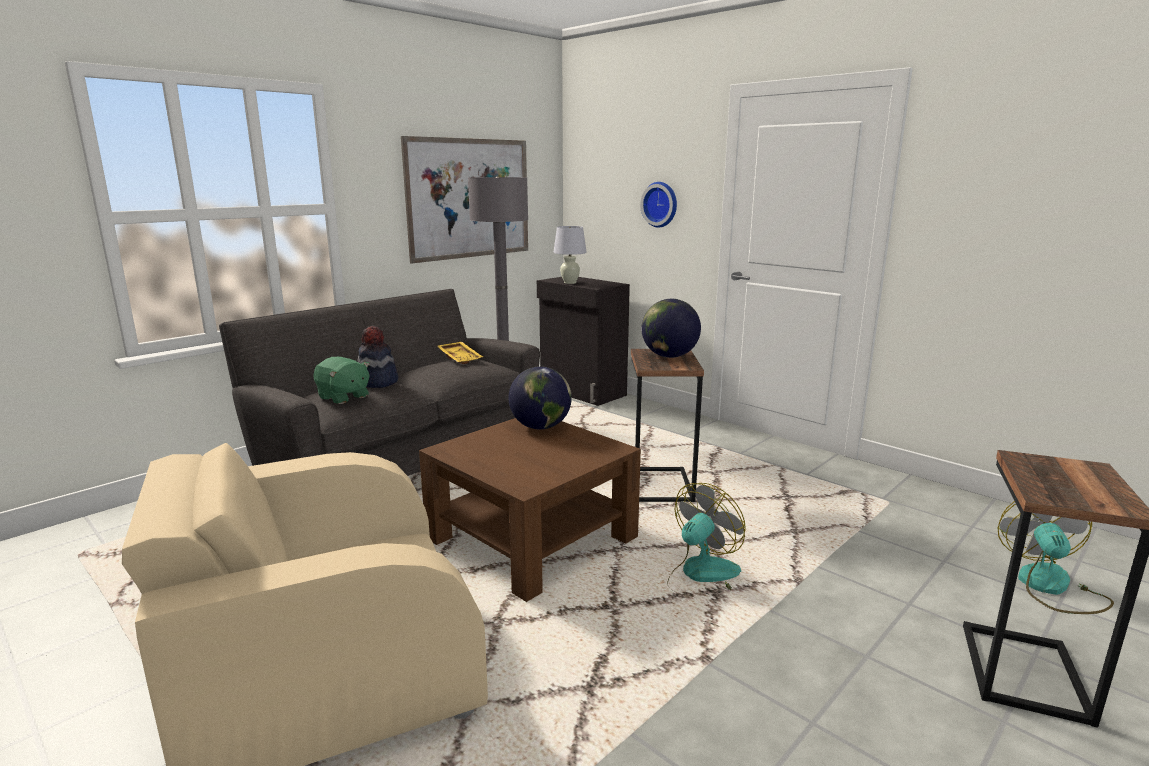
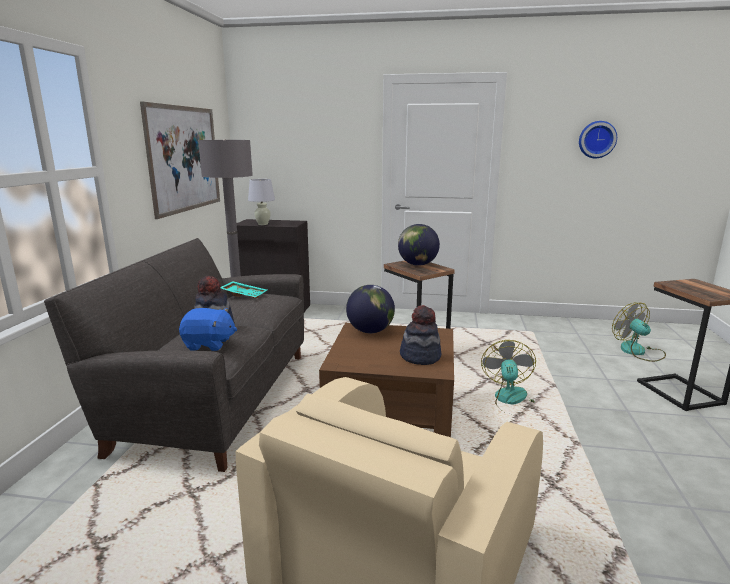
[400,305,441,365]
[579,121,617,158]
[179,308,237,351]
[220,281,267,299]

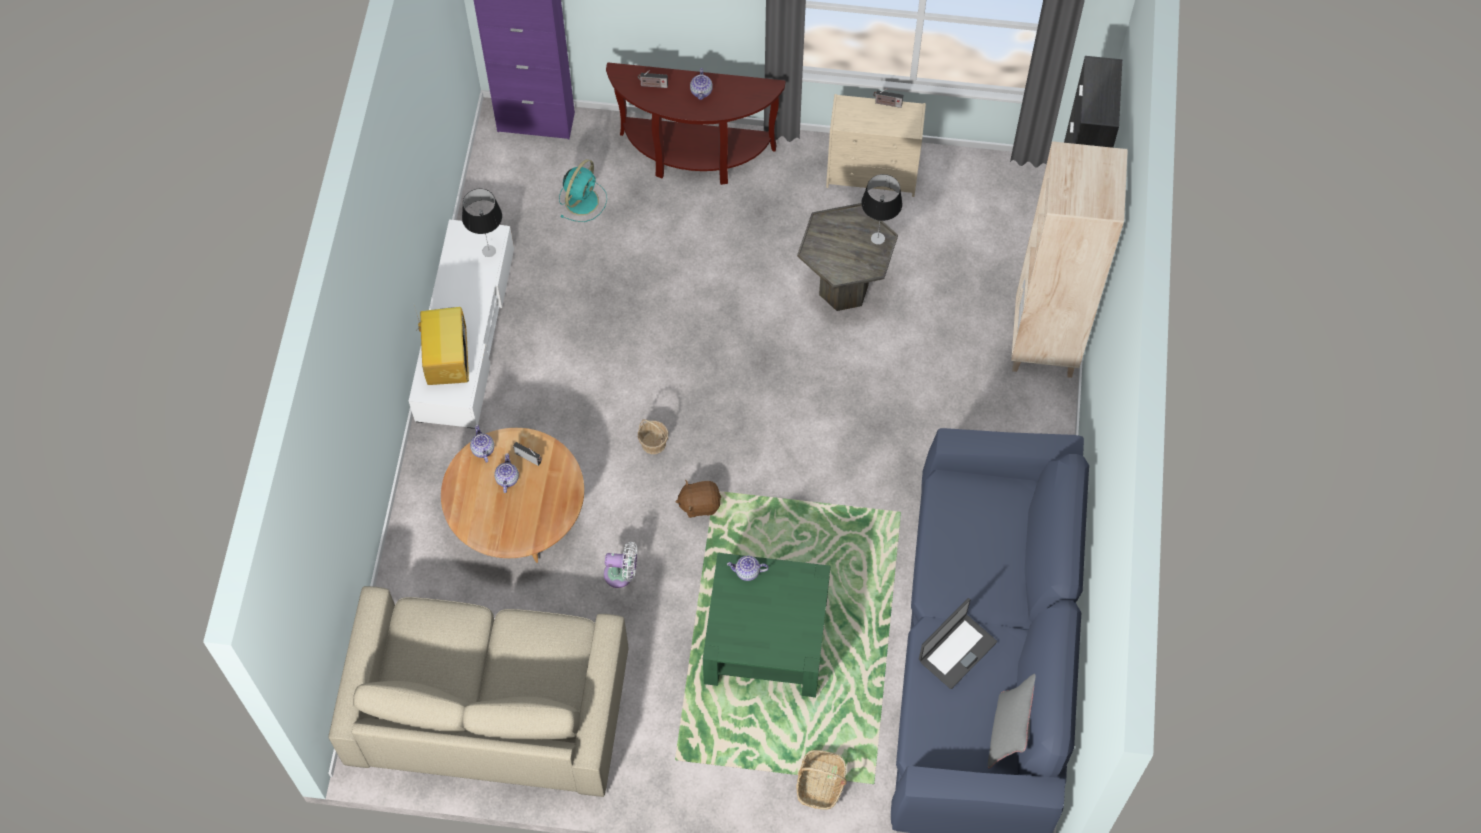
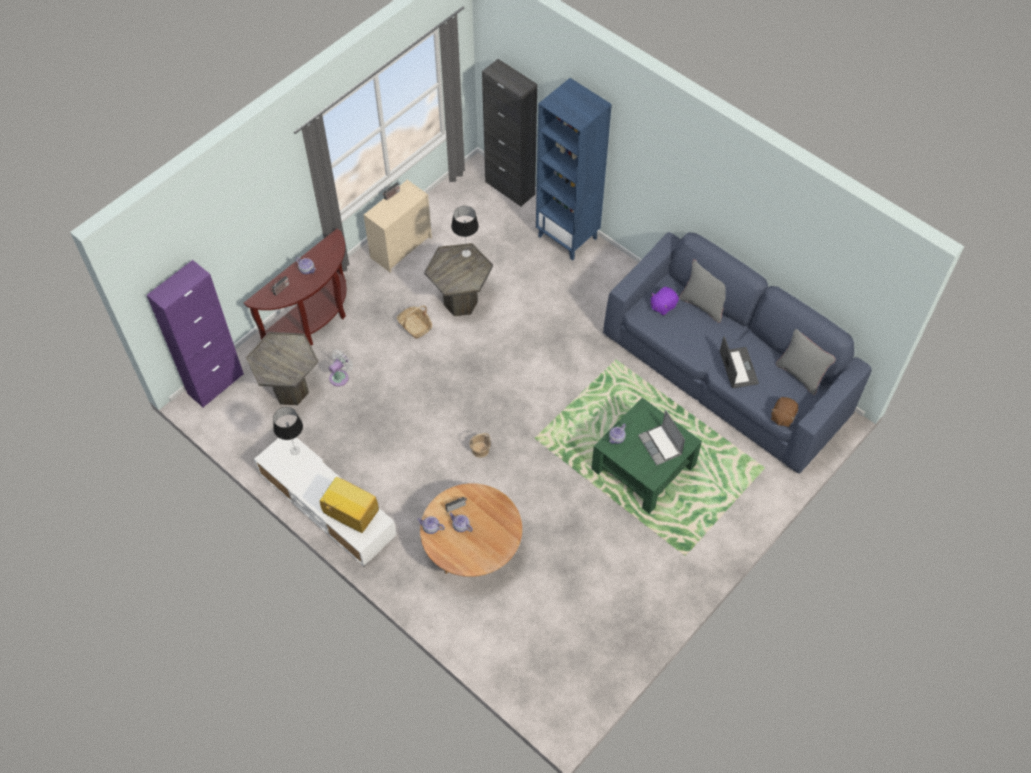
[328,586,628,797] (first image)
[638,410,685,465]
[651,287,679,316]
[679,259,726,323]
[329,350,353,387]
[771,397,798,427]
[397,306,432,339]
[246,332,318,405]
[536,78,612,261]

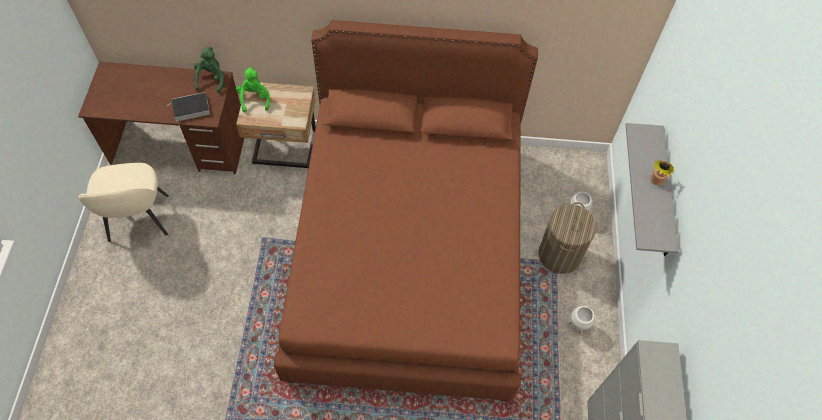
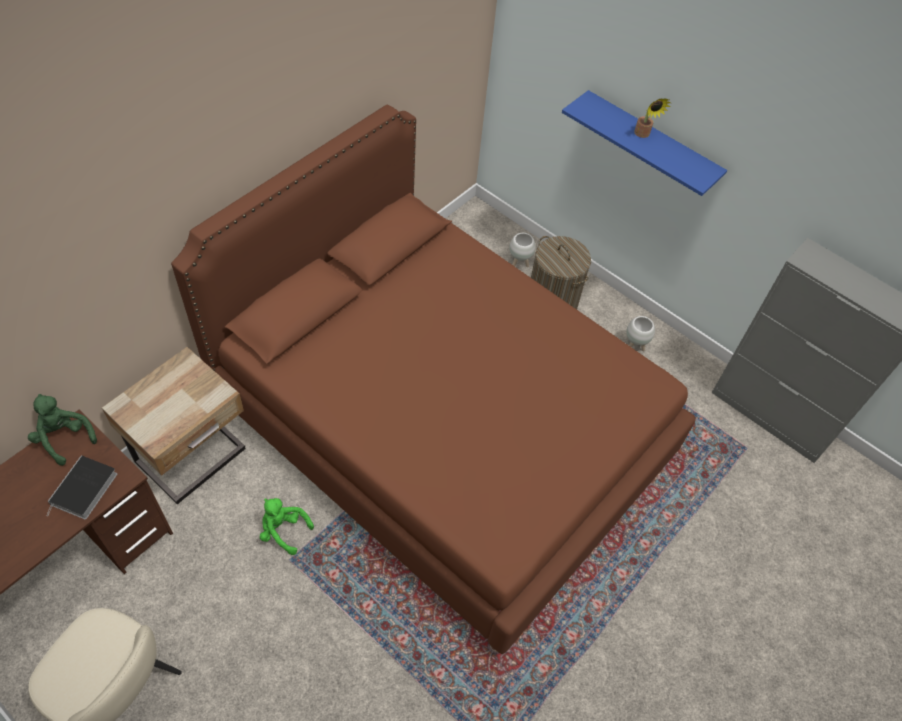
[260,498,314,555]
[562,90,727,196]

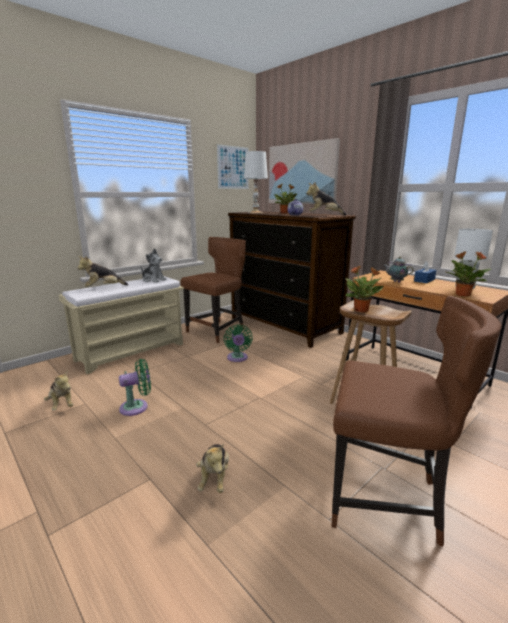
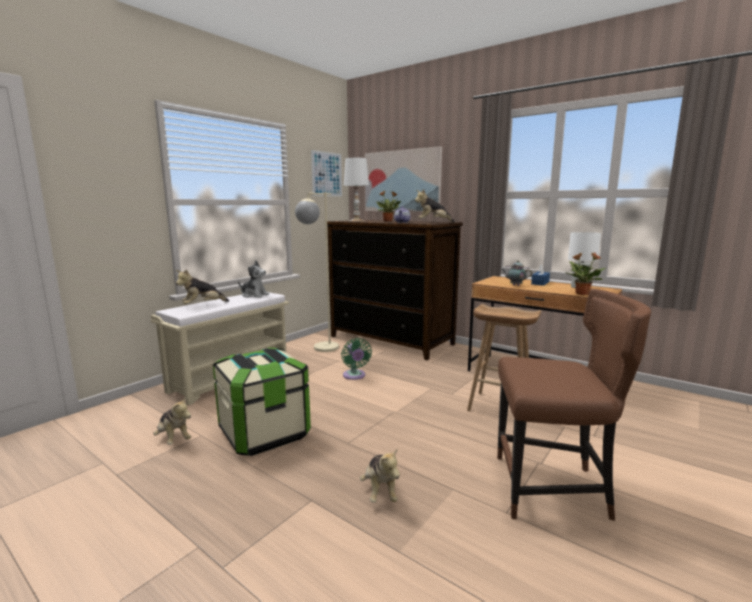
[345,266,384,313] (first image)
[213,347,311,456]
[295,192,339,352]

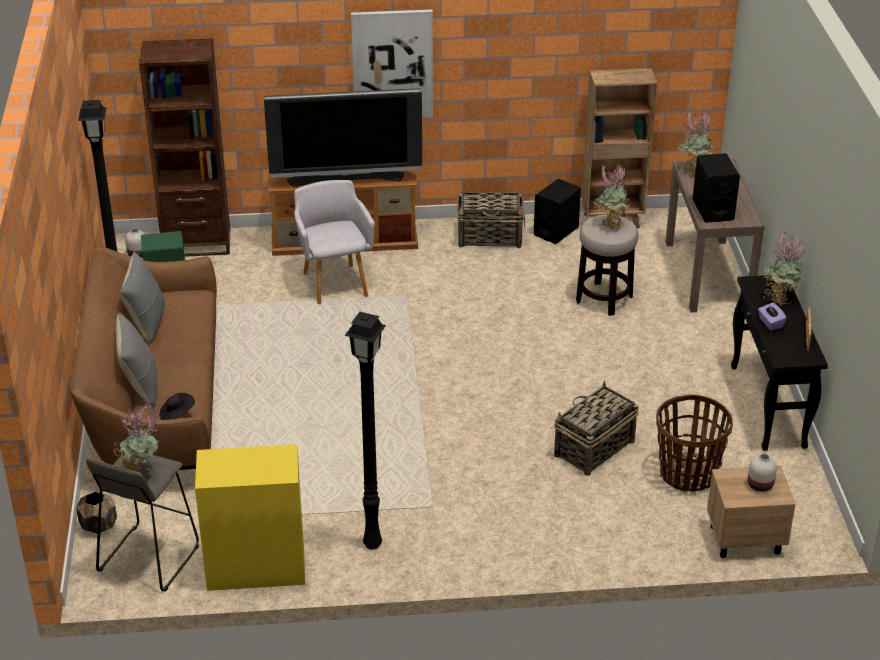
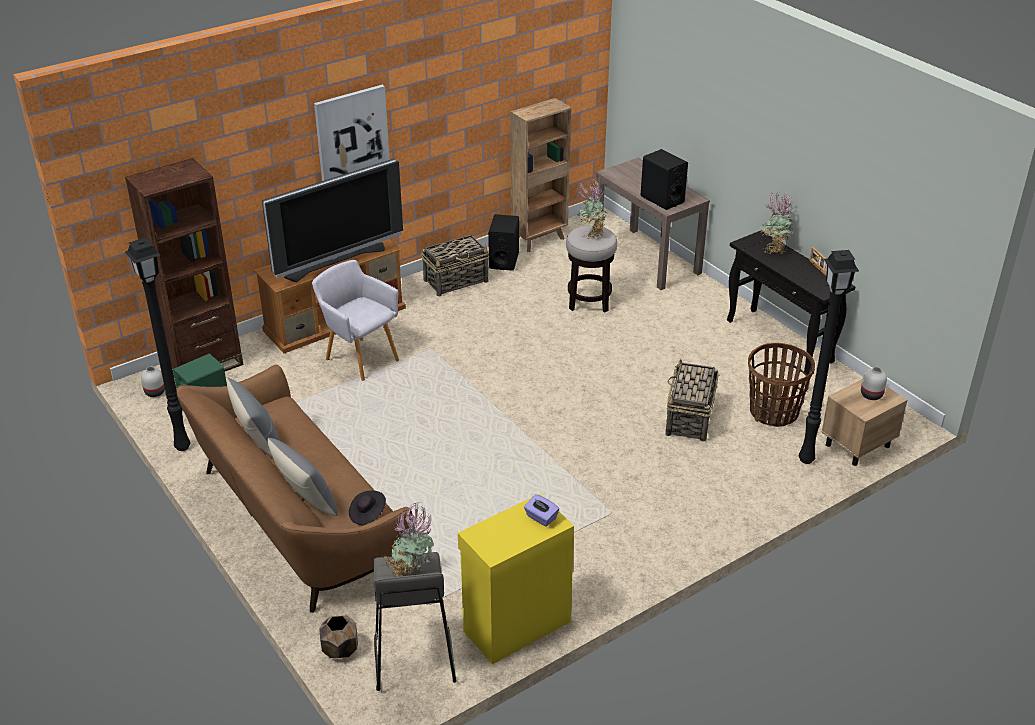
[678,110,713,175] (first image)
[799,250,859,464]
[524,494,559,527]

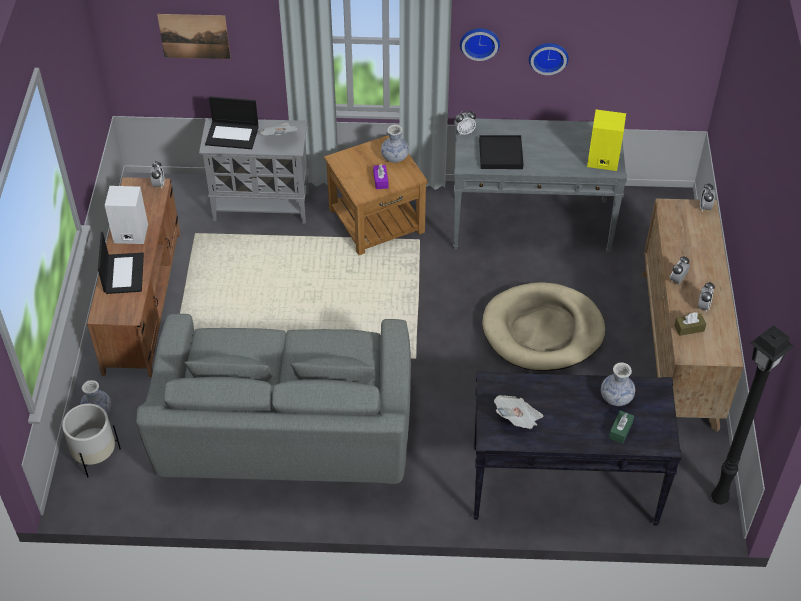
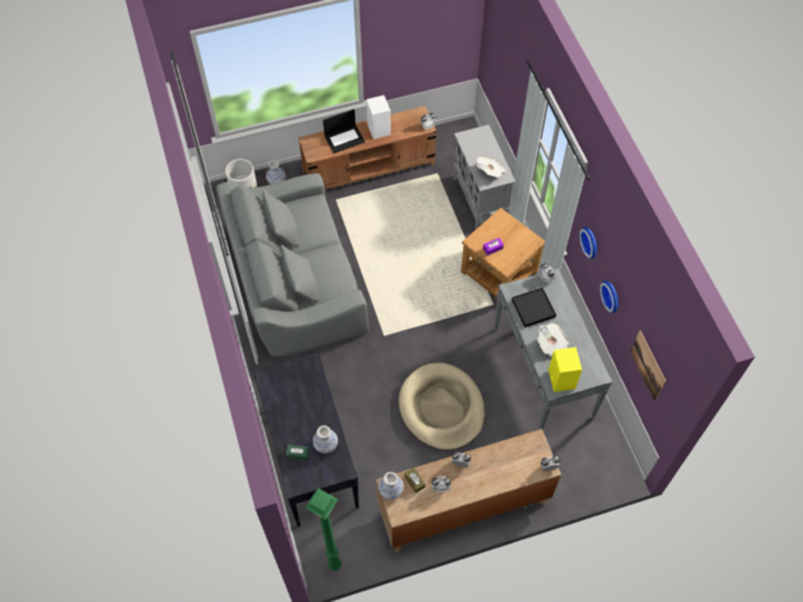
[205,96,259,149] (first image)
[630,330,666,402]
[378,472,404,500]
[537,323,569,357]
[305,488,341,570]

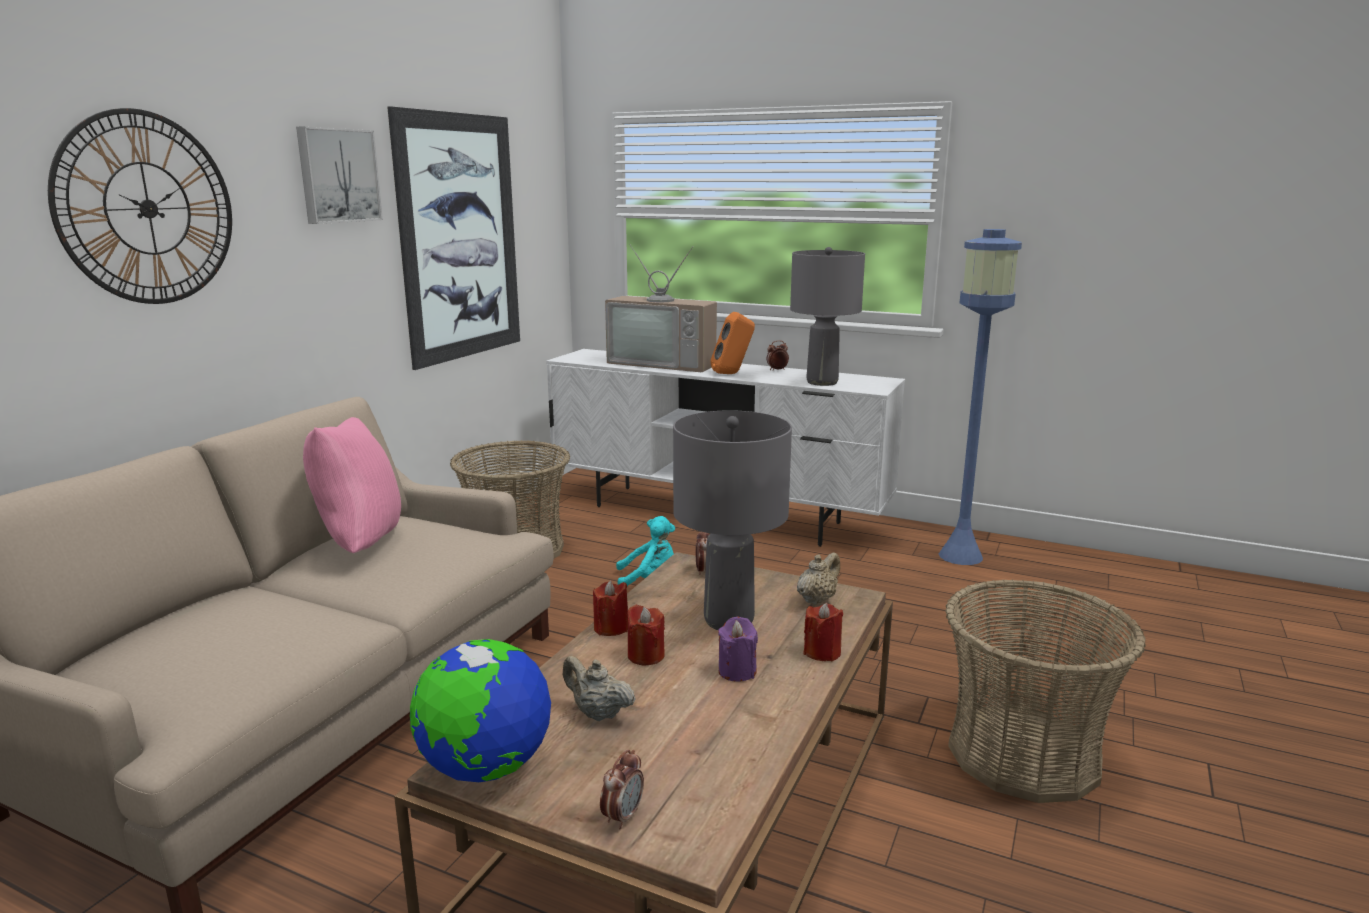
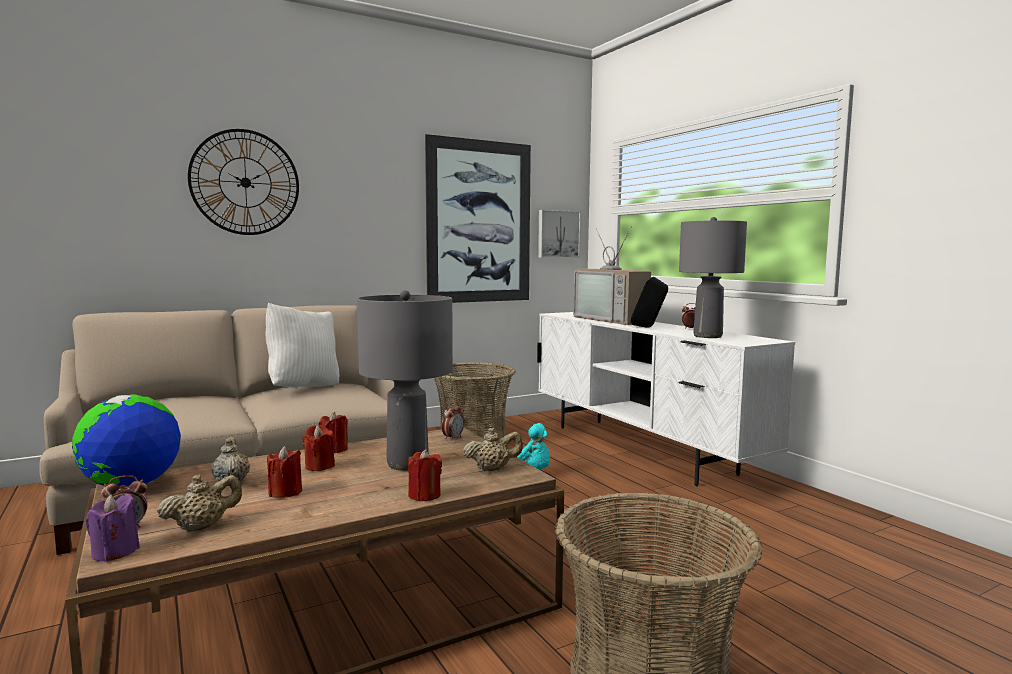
[939,229,1022,565] (first image)
[157,474,242,532]
[267,446,302,498]
[538,210,581,258]
[86,494,140,562]
[266,303,339,387]
[630,277,668,327]

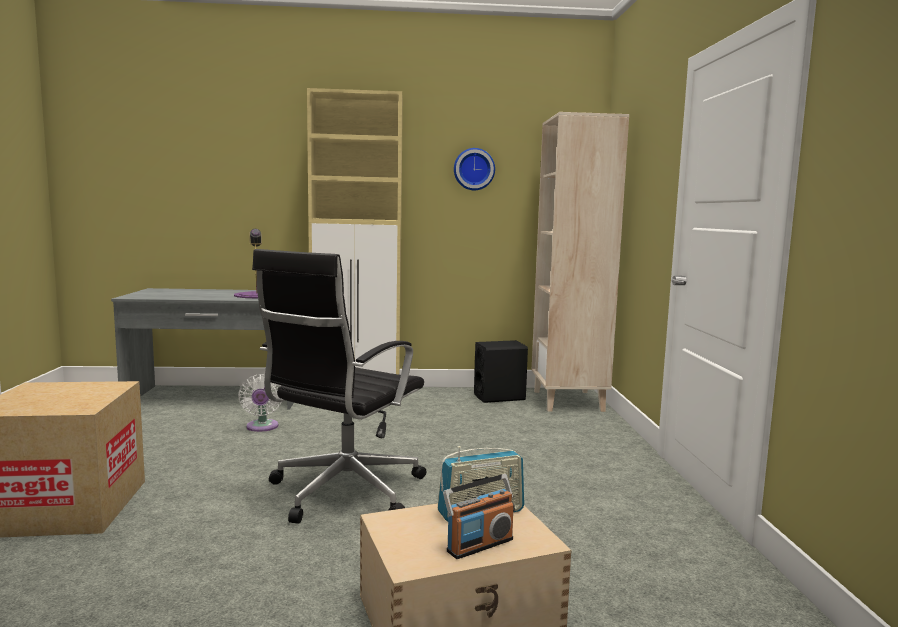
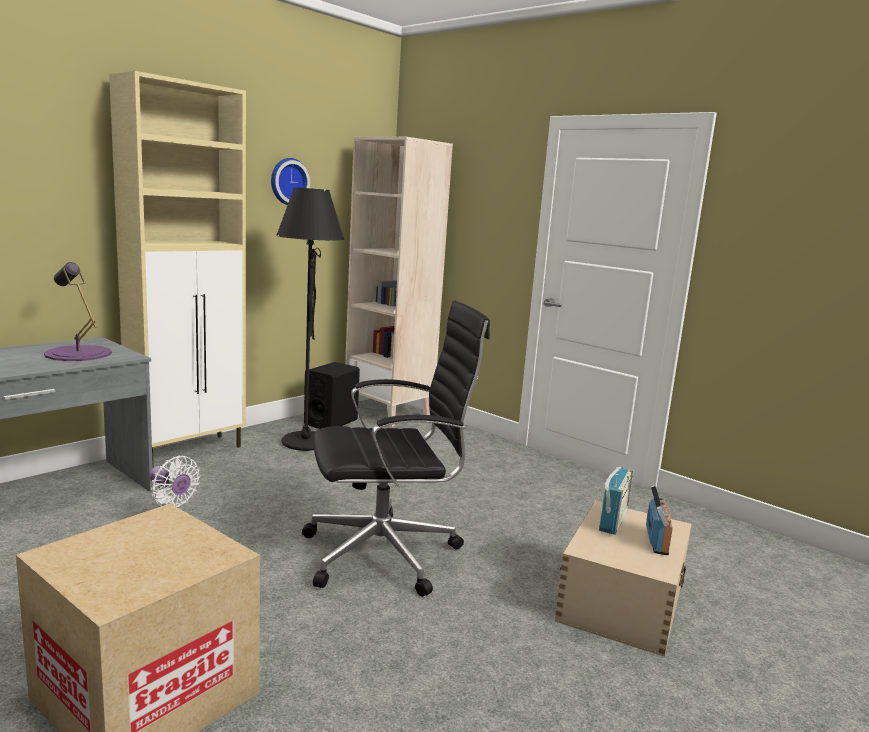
[276,187,344,451]
[302,300,490,596]

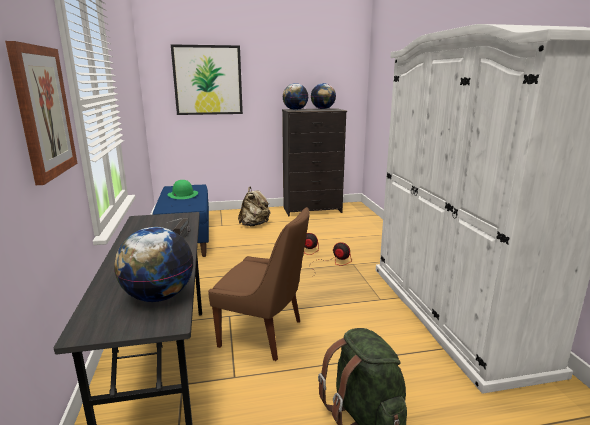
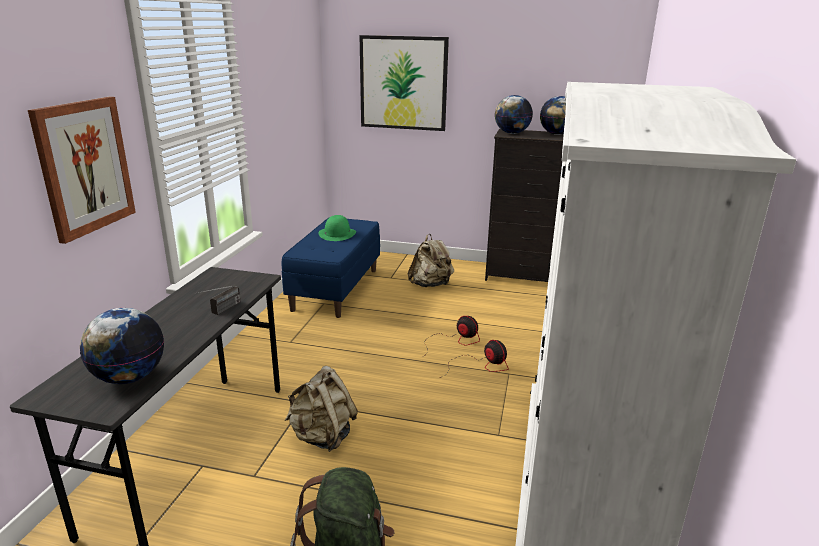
[285,366,358,452]

